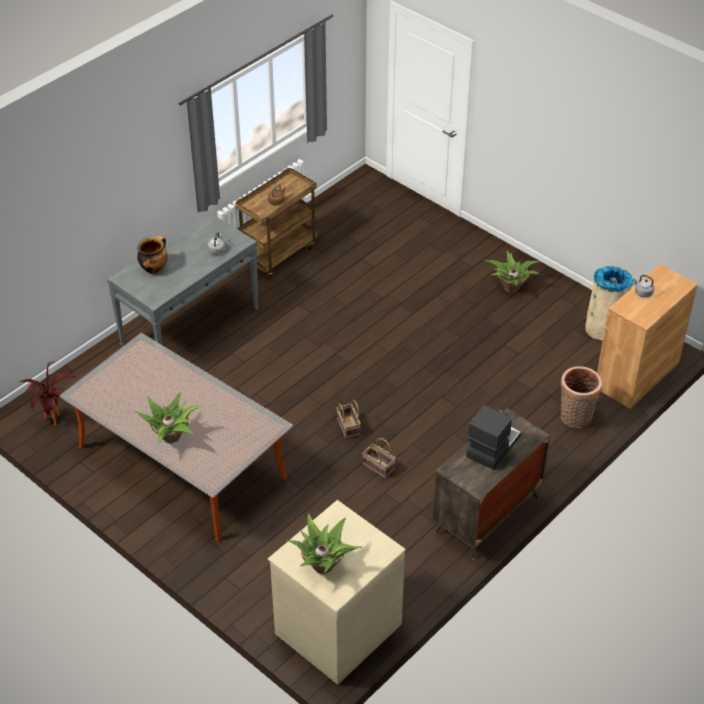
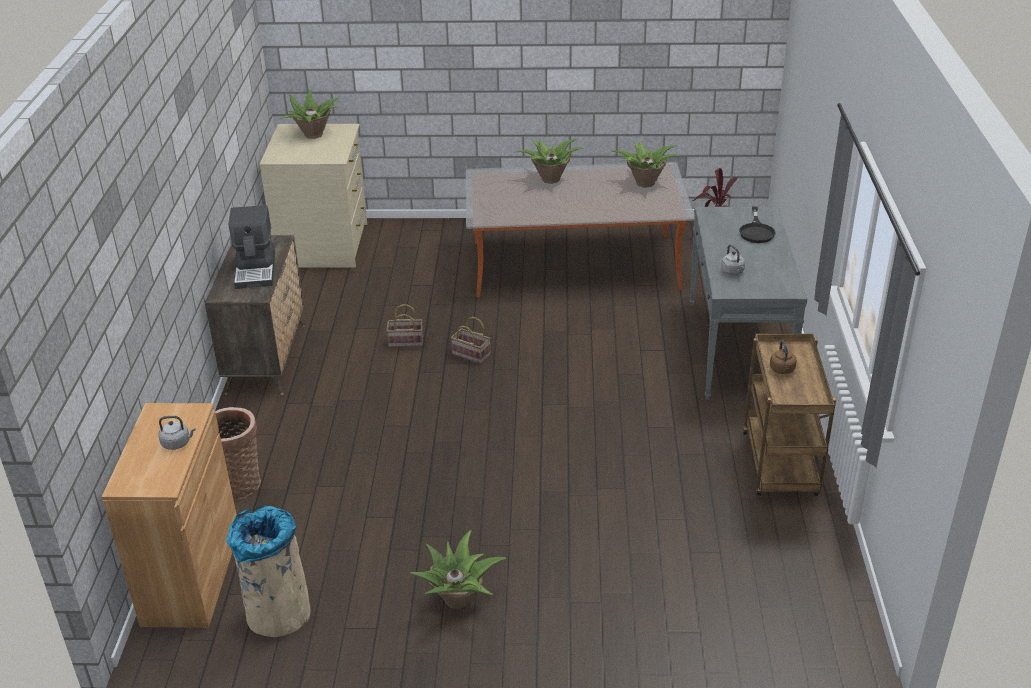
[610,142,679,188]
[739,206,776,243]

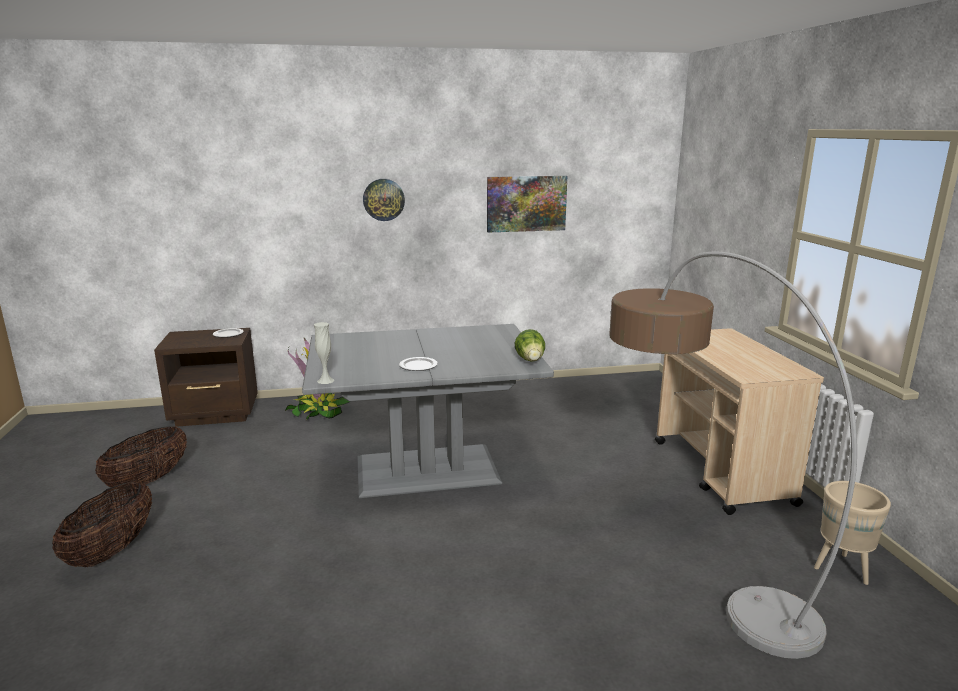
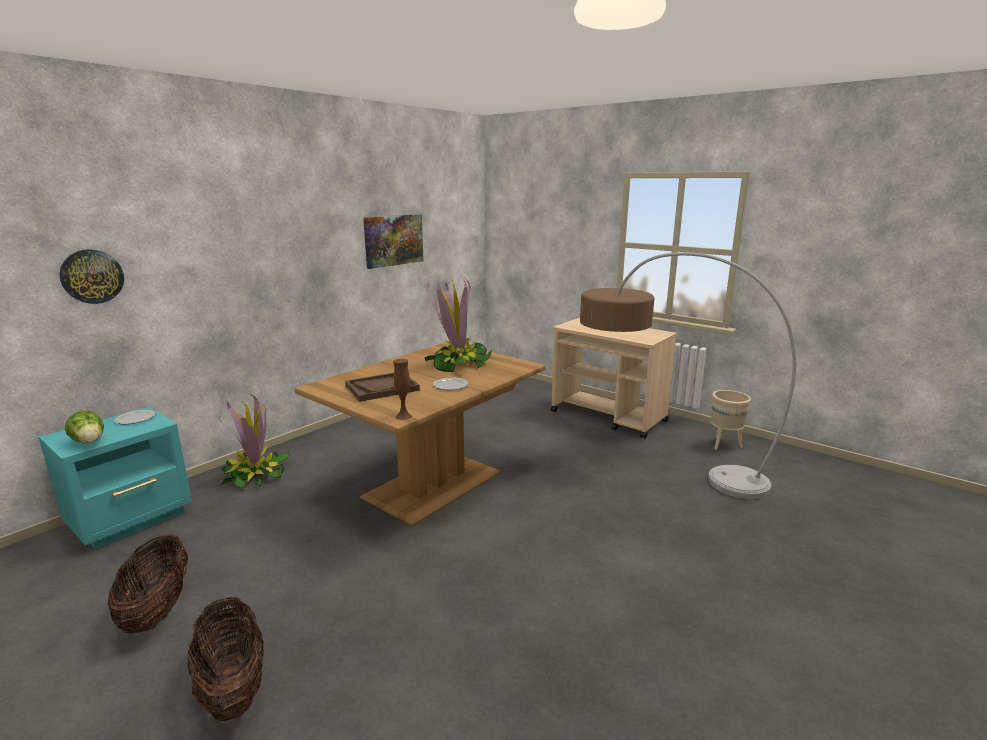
[345,373,420,402]
[425,276,492,372]
[60,249,124,304]
[65,411,104,444]
[39,407,192,549]
[295,342,546,526]
[393,359,412,420]

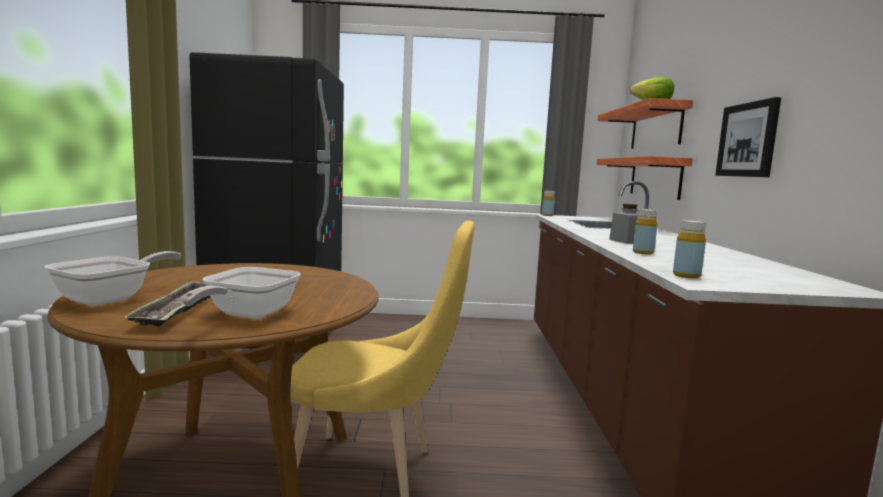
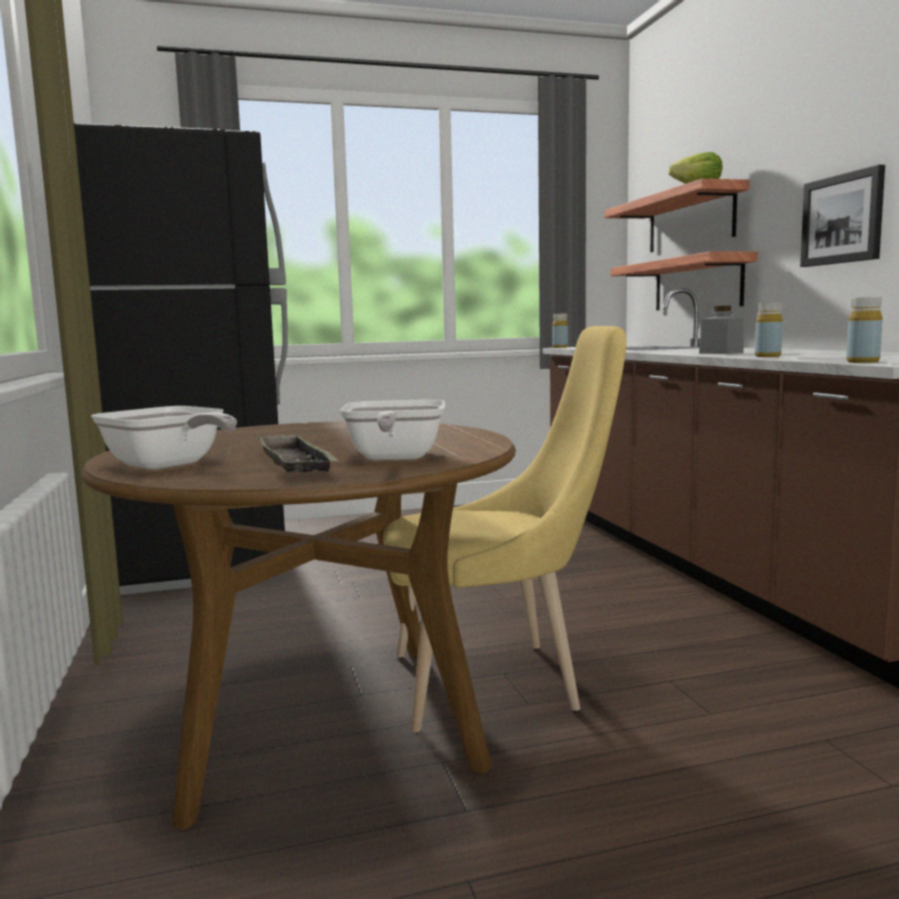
[91,406,237,470]

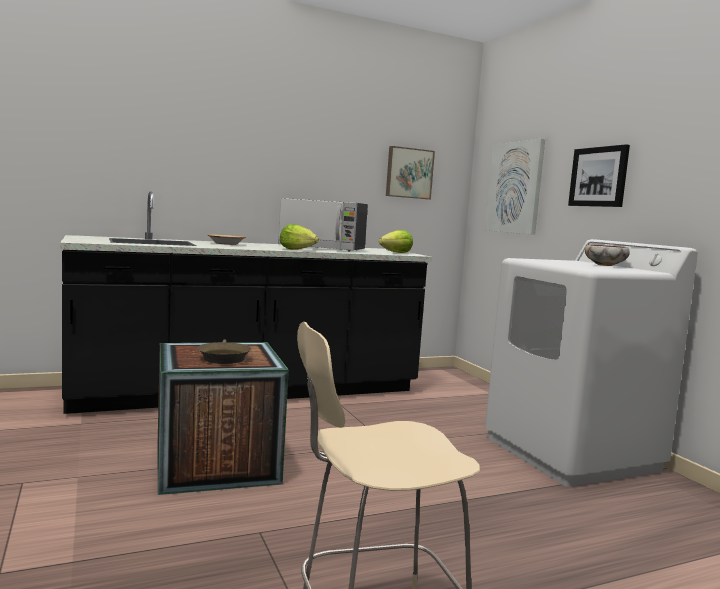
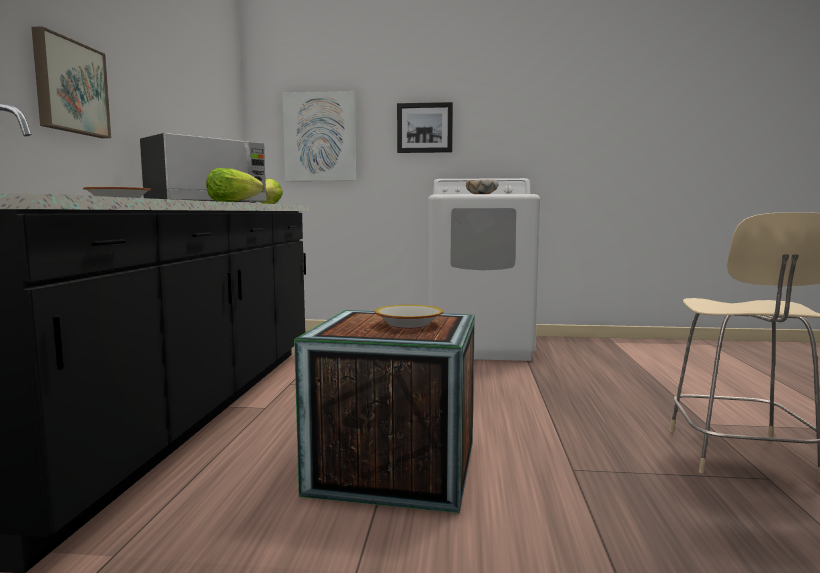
[31,26,111,138]
[374,305,443,329]

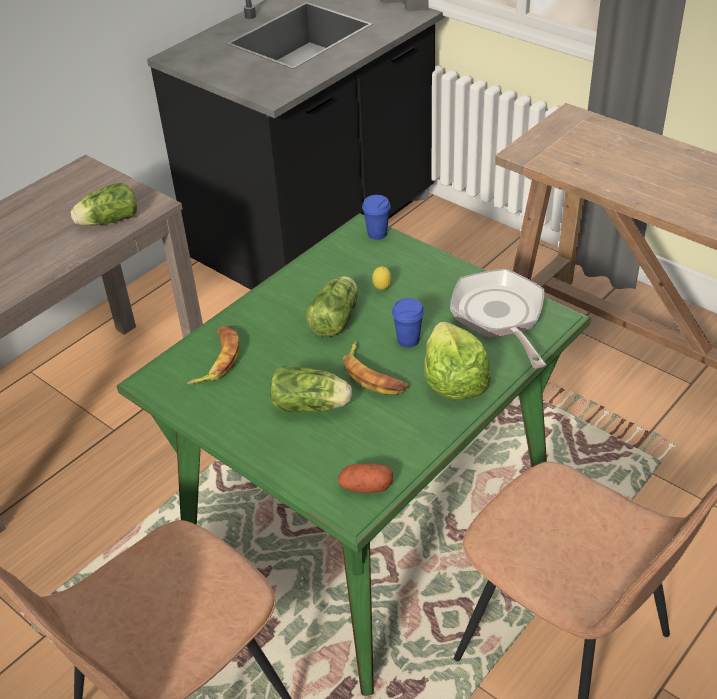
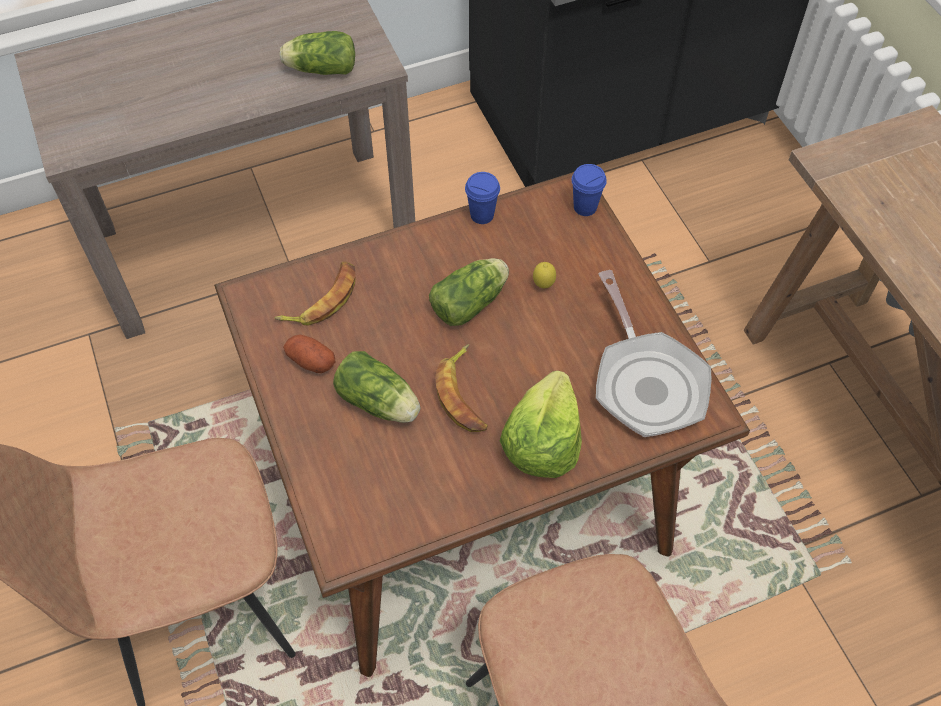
[283,335,336,373]
[465,172,500,224]
[214,172,750,677]
[596,270,712,437]

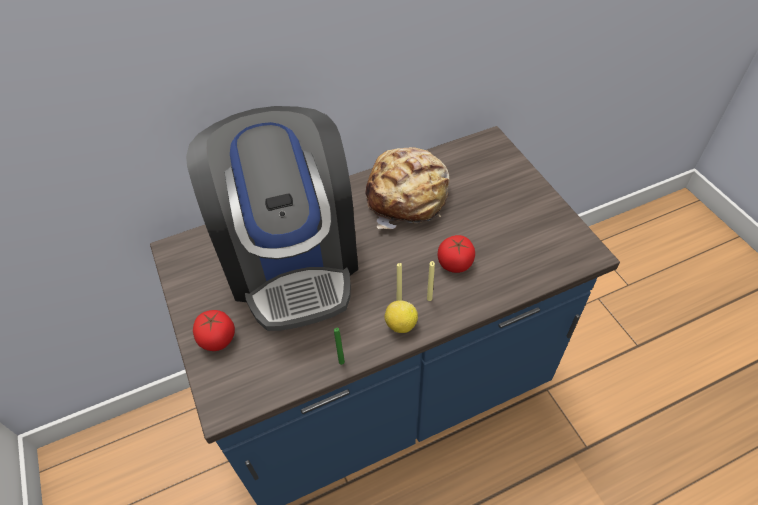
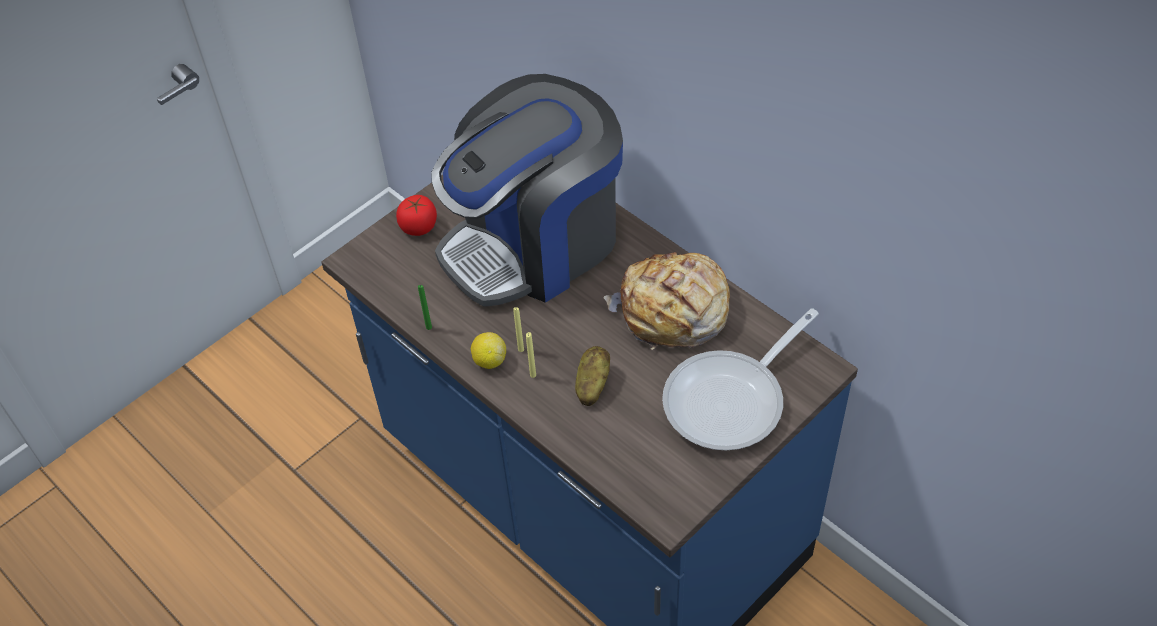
[662,308,819,450]
[575,346,610,406]

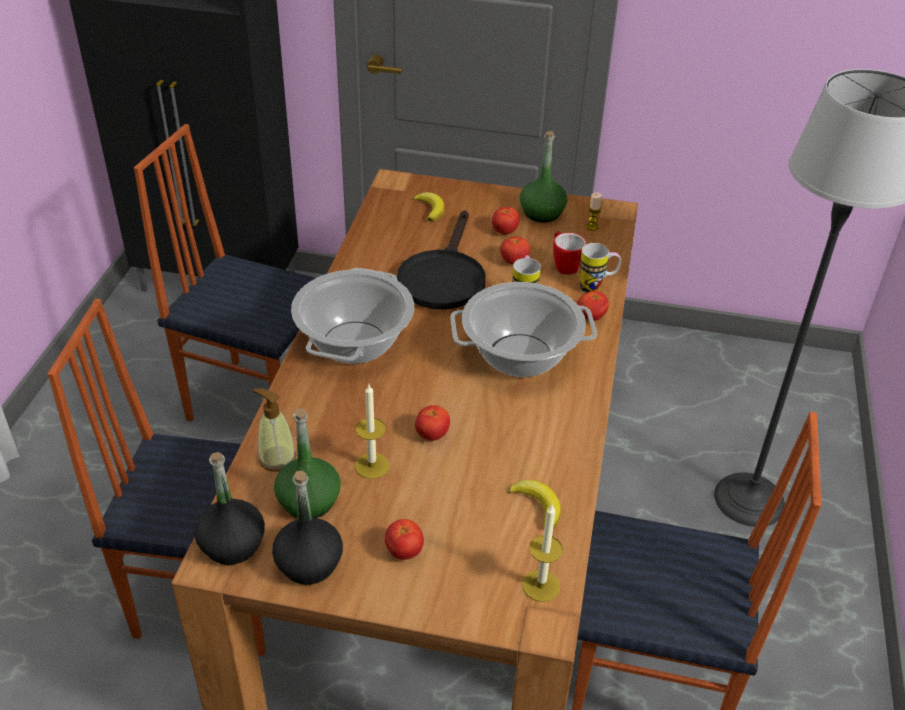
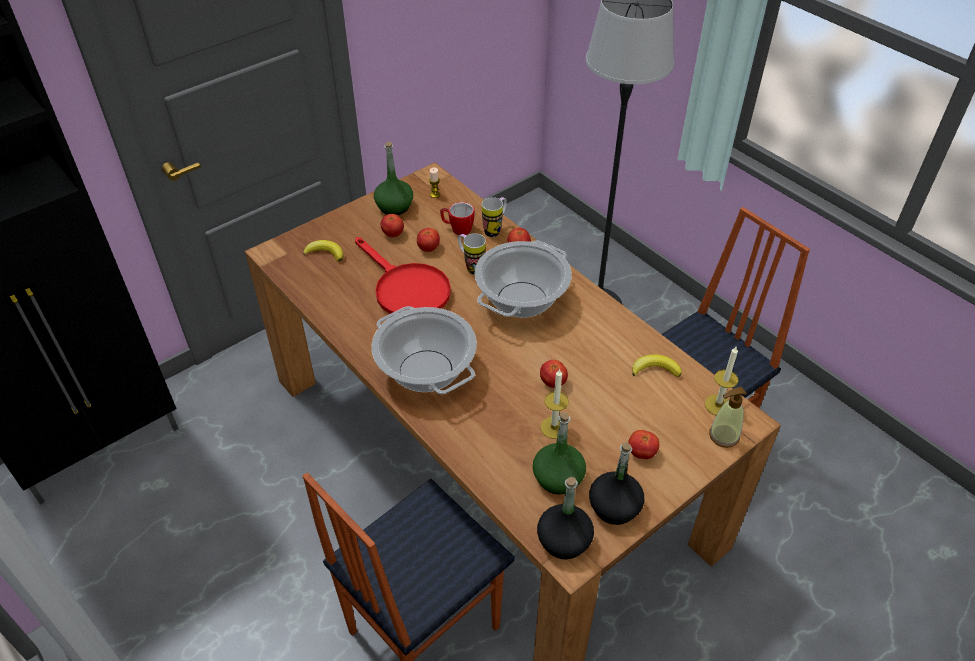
[134,124,316,422] (first image)
[709,387,747,448]
[355,237,451,314]

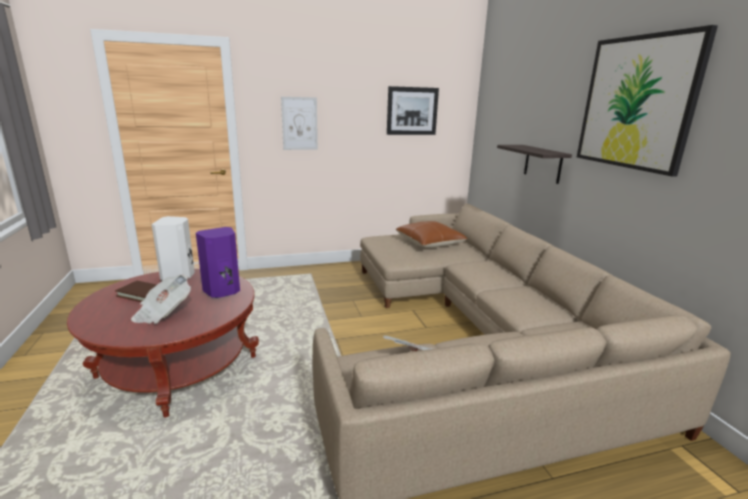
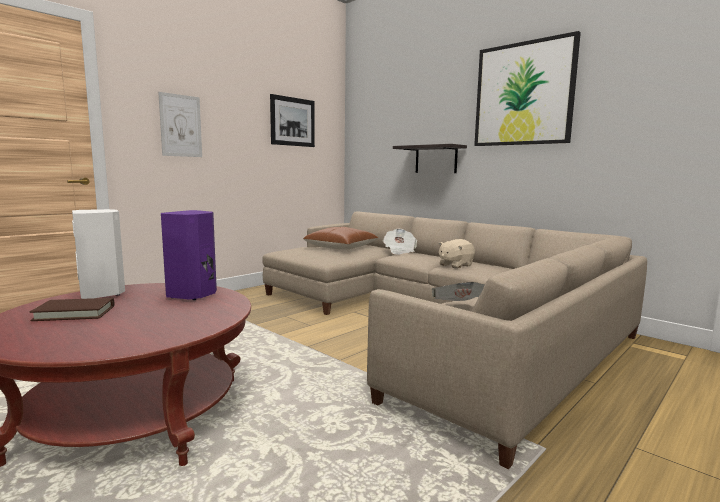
[438,239,475,268]
[383,229,417,255]

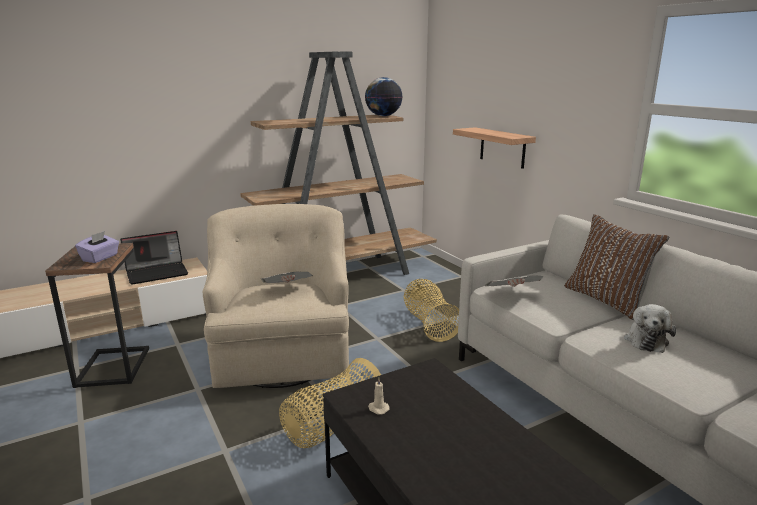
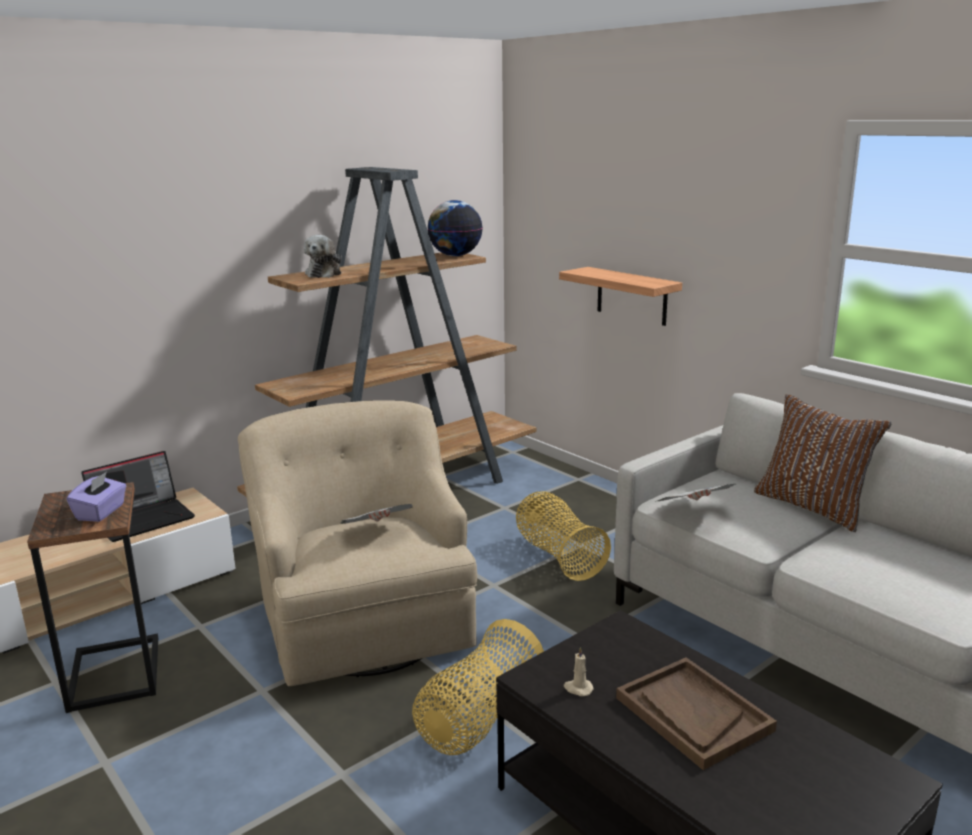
[616,657,777,770]
[304,235,342,278]

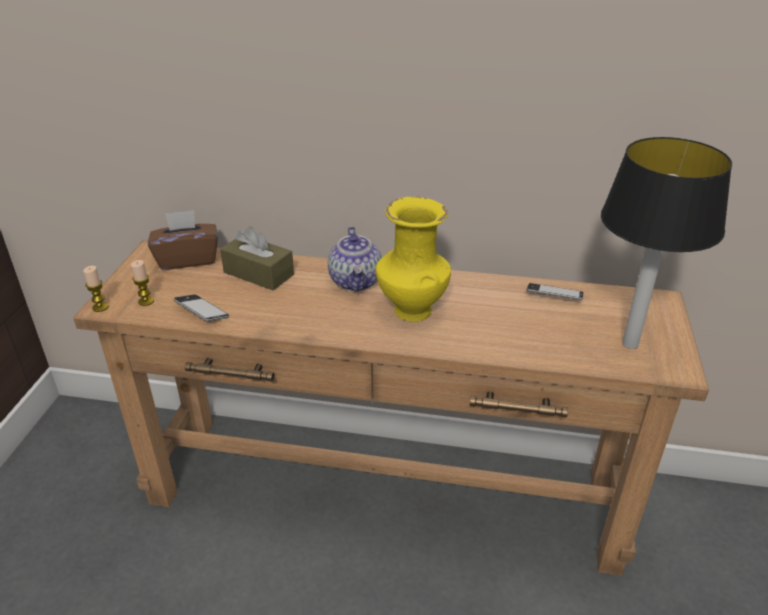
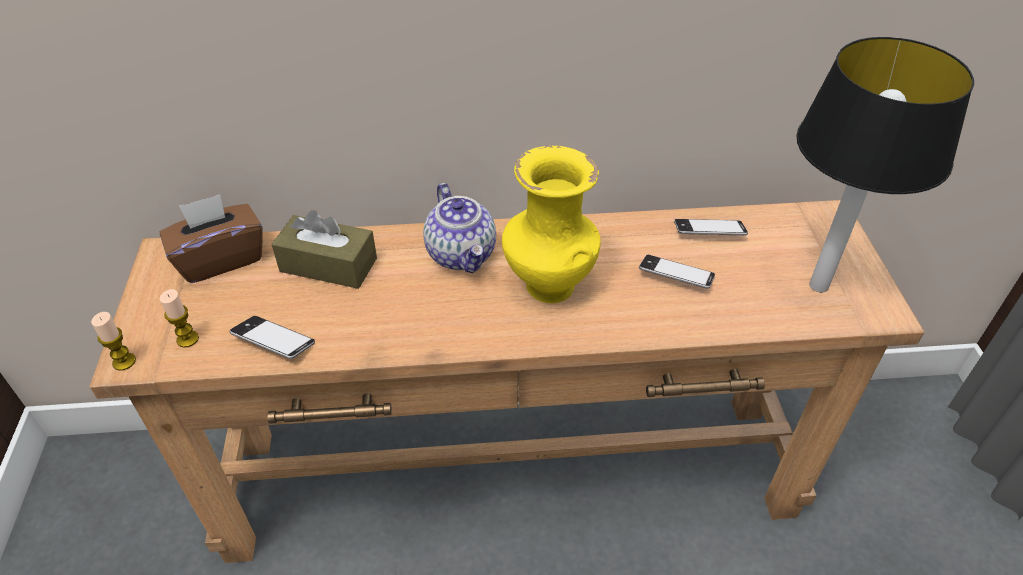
[639,255,715,289]

